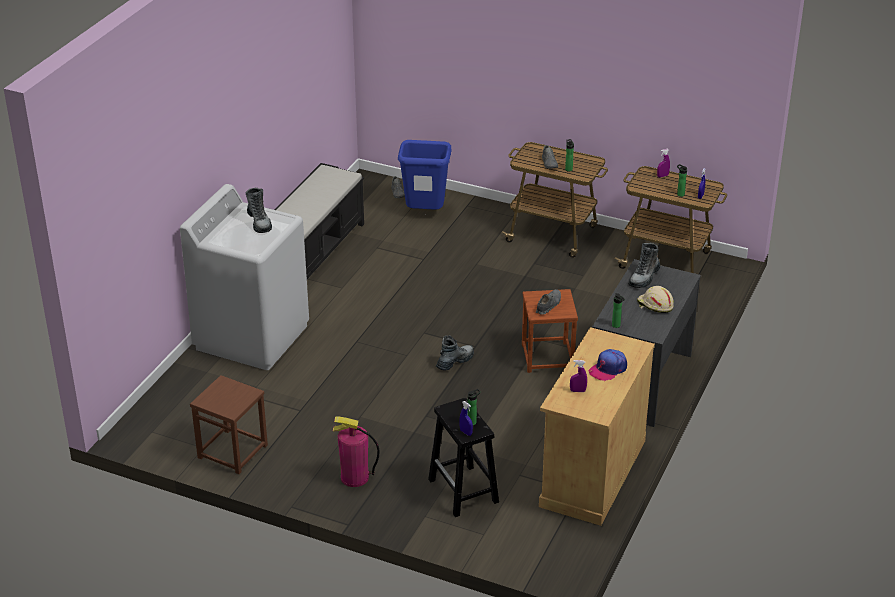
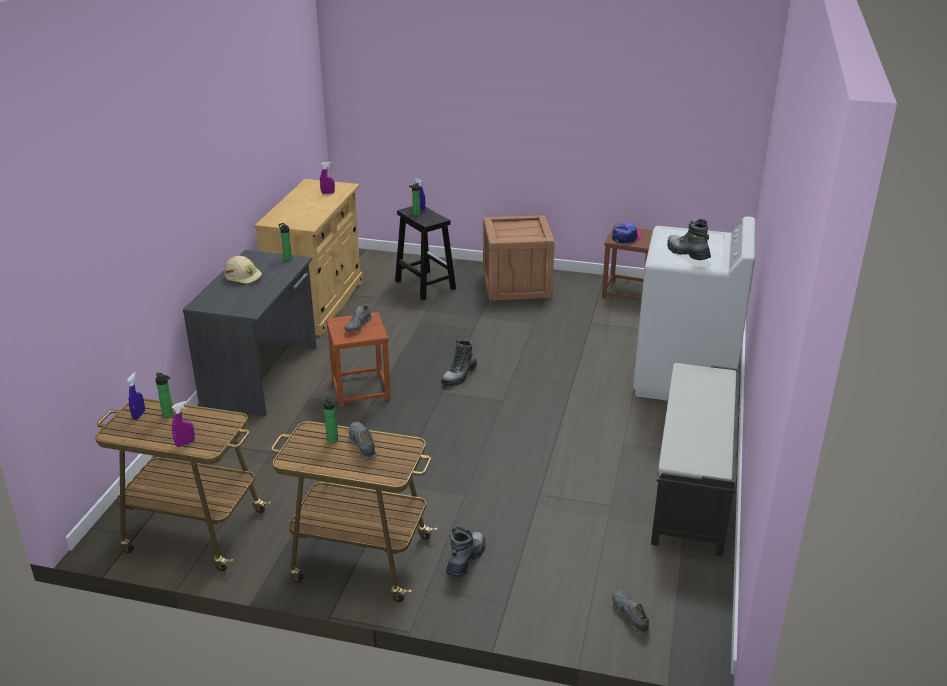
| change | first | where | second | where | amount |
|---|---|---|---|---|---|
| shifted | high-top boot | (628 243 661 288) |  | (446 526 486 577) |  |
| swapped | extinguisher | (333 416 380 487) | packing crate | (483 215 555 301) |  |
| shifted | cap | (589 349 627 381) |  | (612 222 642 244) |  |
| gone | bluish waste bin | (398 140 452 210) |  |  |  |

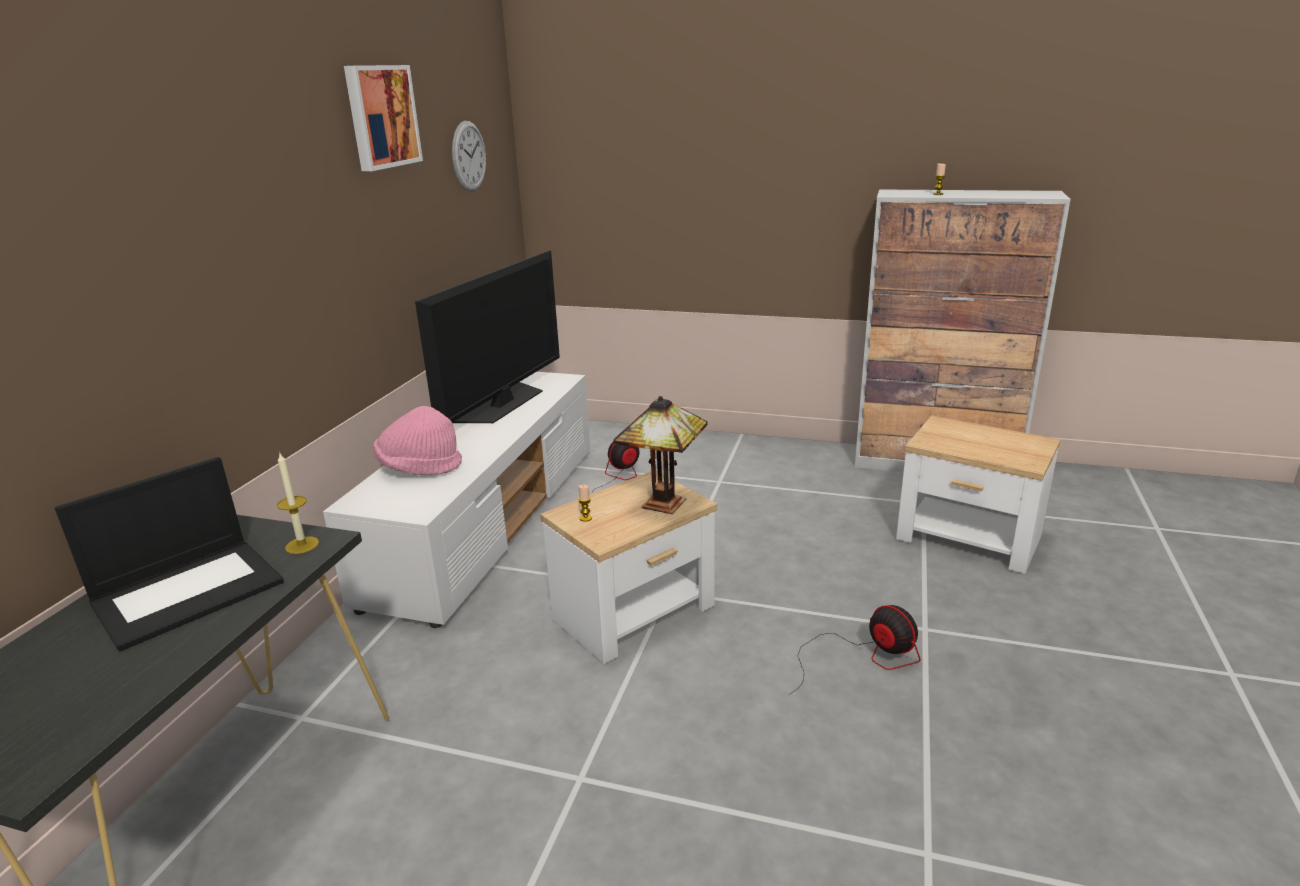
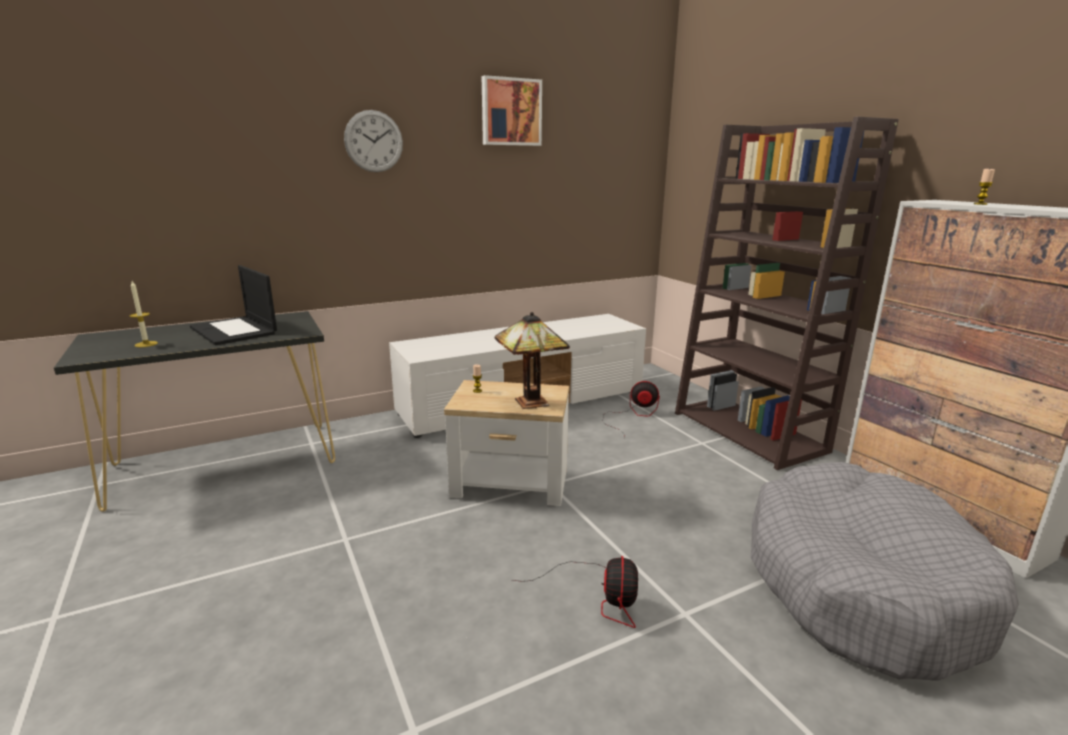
| change | first | where | second | where | amount |
|---|---|---|---|---|---|
| shifted | wax light | (277 453 319 554) |  | (129 281 158 347) |  |
| rotated | notebook computer | (55 457 284 652) |  | (190 265 277 345) | 45 degrees clockwise |
| shifted | clock on the wall | (452 121 486 191) |  | (344 110 403 172) |  |
| new |  |  | brownish shelving unit | (675 117 899 470) |  |
| swapped | end table | (896 416 1060 574) | gray dog bed | (750 462 1019 681) |  |
| gone | pink-coloured wearable hat | (373 406 462 475) |  |  |  |
| gone | TV | (415 250 560 423) |  |  |  |

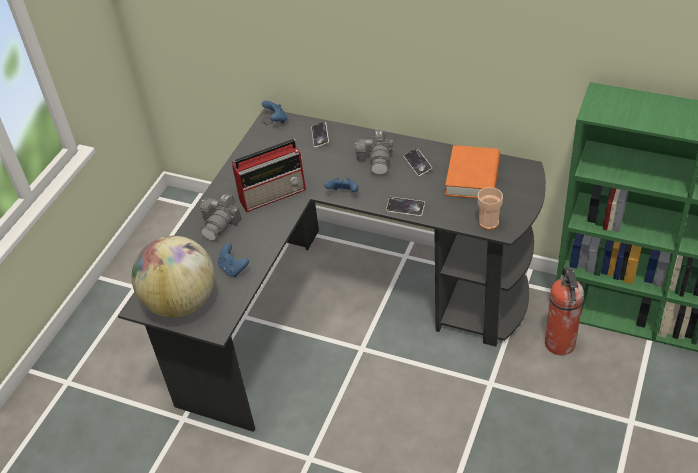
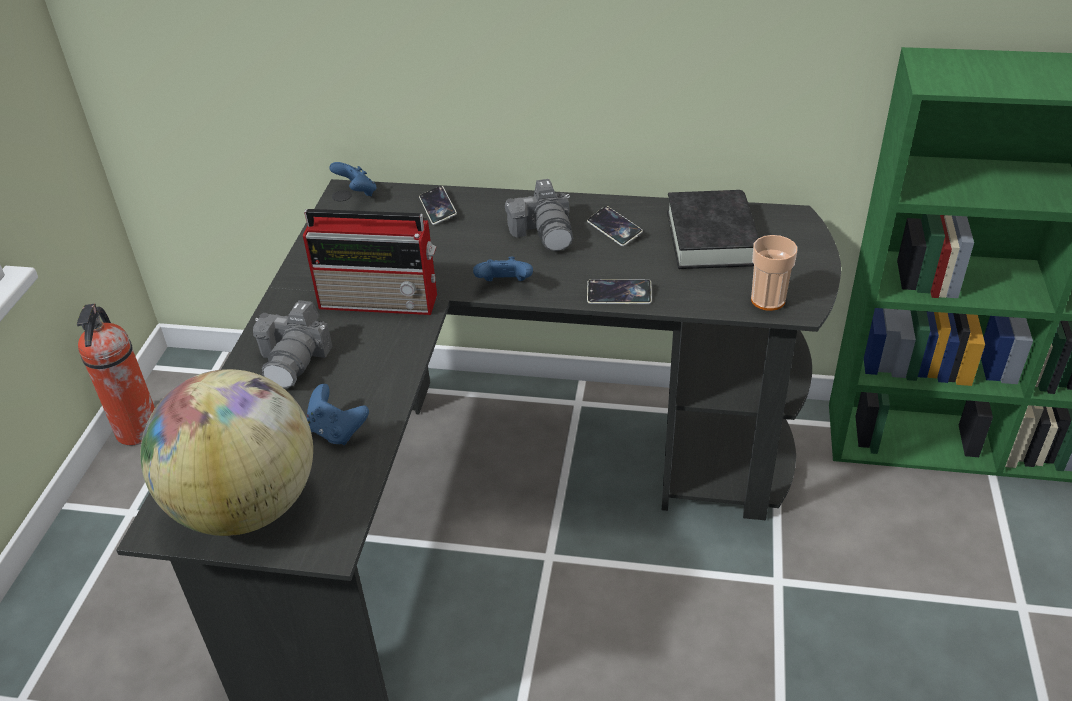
| change | first | where | second | where | amount |
|---|---|---|---|---|---|
| shifted | extinguisher | (545 267 584 355) |  | (77 304 155 445) |  |
| rotated | radio receiver | (232 139 306 212) |  | (303 209 437 315) | 45 degrees clockwise |
| repainted | orange volume | (445 145 500 199) | black-coloured volume | (667 190 759 269) |  |

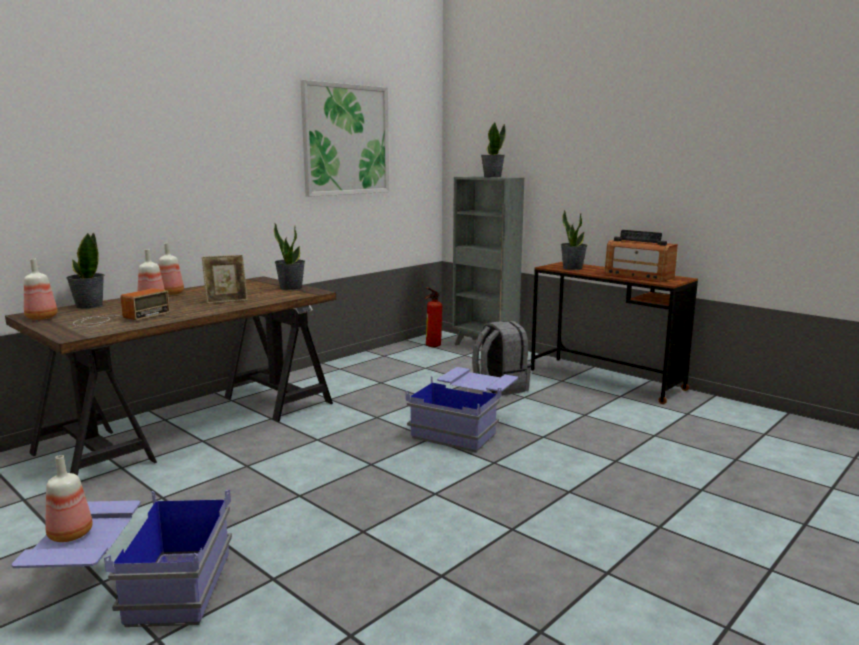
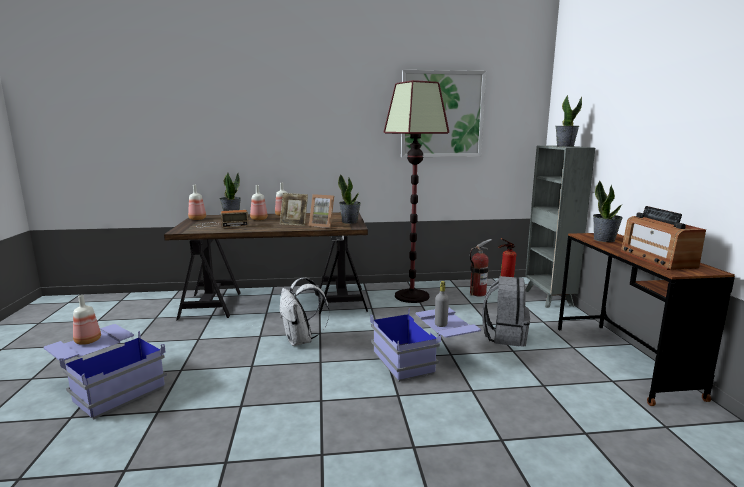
| change | first | where | second | where | amount |
|---|---|---|---|---|---|
| new |  |  | white rucksack | (280 277 330 346) |  |
| new |  |  | photo frame | (309 194 334 228) |  |
| new |  |  | floor lamp | (384 80 449 303) |  |
| new |  |  | gray drink bottle | (435 281 449 327) |  |
| new |  |  | extinguisher | (469 239 492 297) |  |

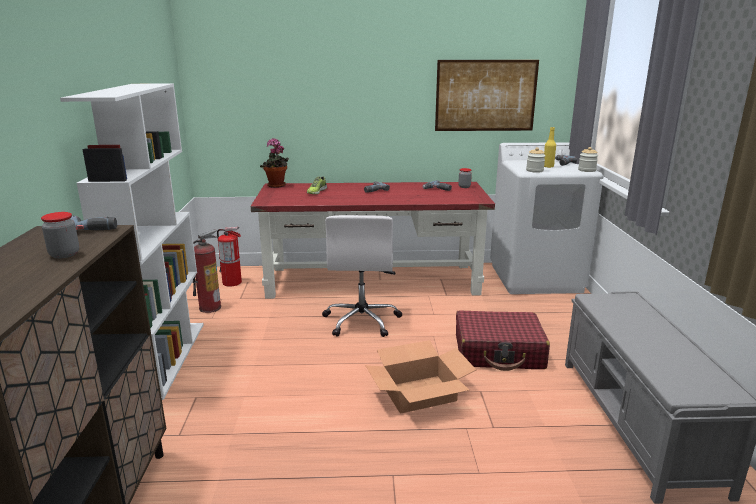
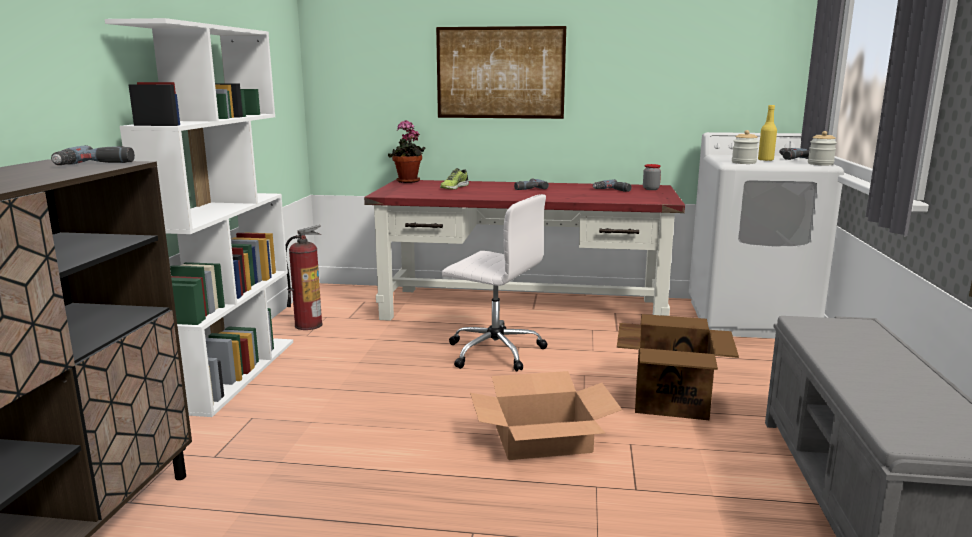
| change | first | where | second | where | amount |
|---|---|---|---|---|---|
| shifted | wall picture | (435 60 539 131) |  | (436 26 566 119) |  |
| rotated | white computer chair | (322 215 402 337) |  | (442 194 547 371) | 75 degrees counterclockwise |
| swapped | red travel case | (456 310 550 371) | carton | (617 314 739 421) |  |
| gone | jar | (41 212 79 258) |  |  |  |
| gone | extinguisher | (217 227 242 286) |  |  |  |

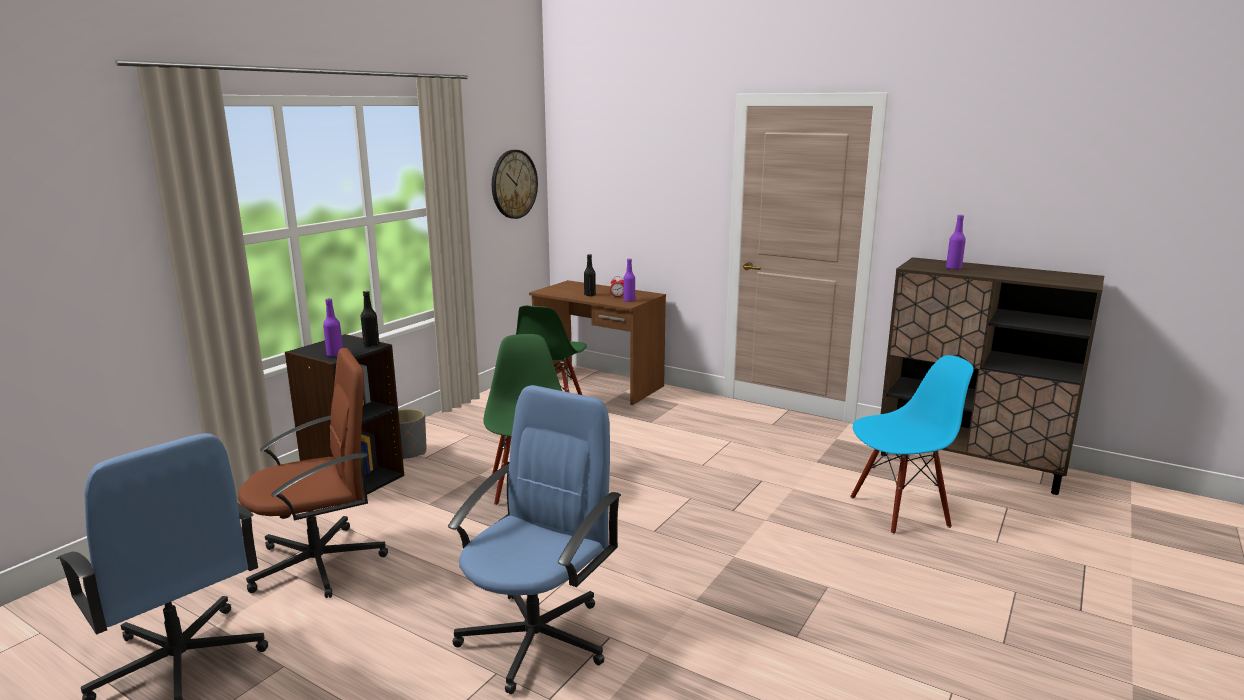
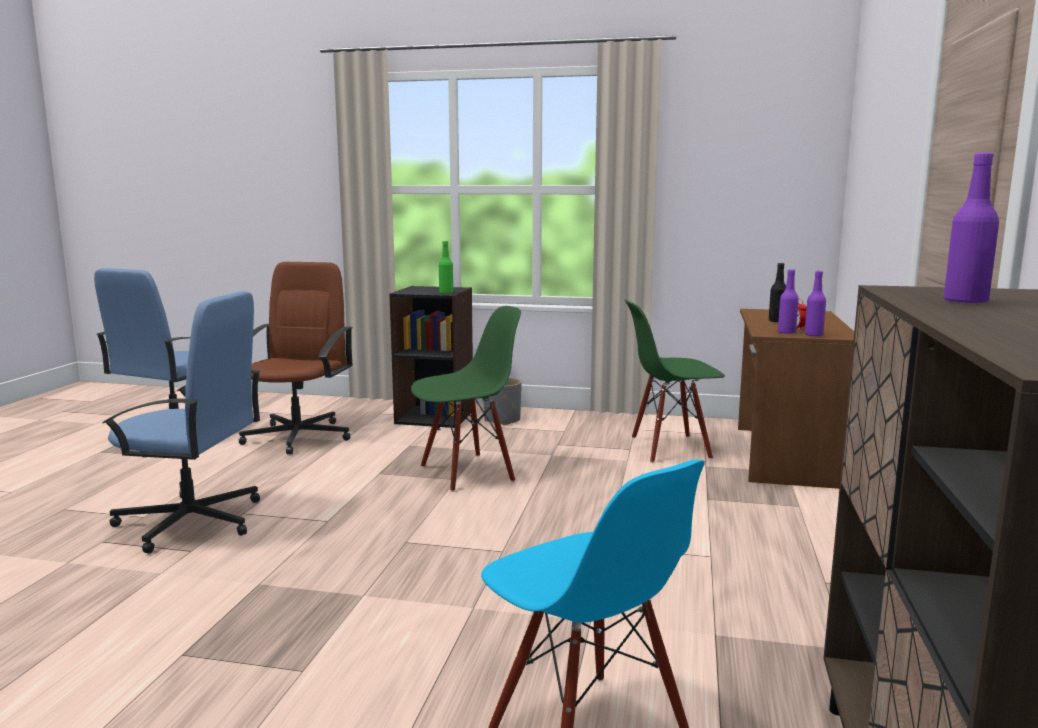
| change | first | where | second | where | amount |
|---|---|---|---|---|---|
| rotated | brownish computer chair | (238 348 388 598) |  | (238 262 353 455) | 120 degrees counterclockwise |
| repainted | black-coloured drink bottle | (361 291 379 347) | greenish drink bottle | (439 241 453 293) |  |
| shifted | purplish drink bottle | (323 298 343 357) |  | (805 271 826 336) |  |
| gone | clock on the wall | (492 150 538 219) |  |  |  |

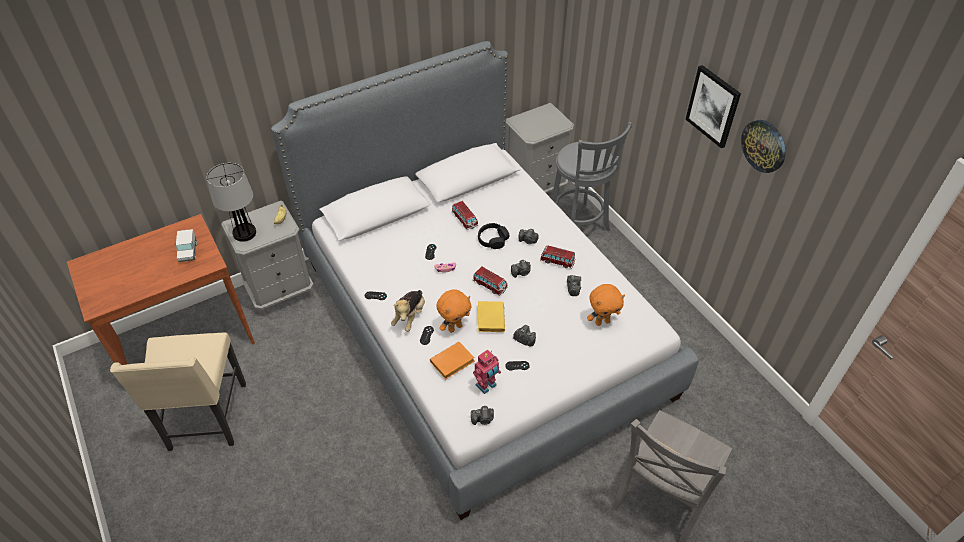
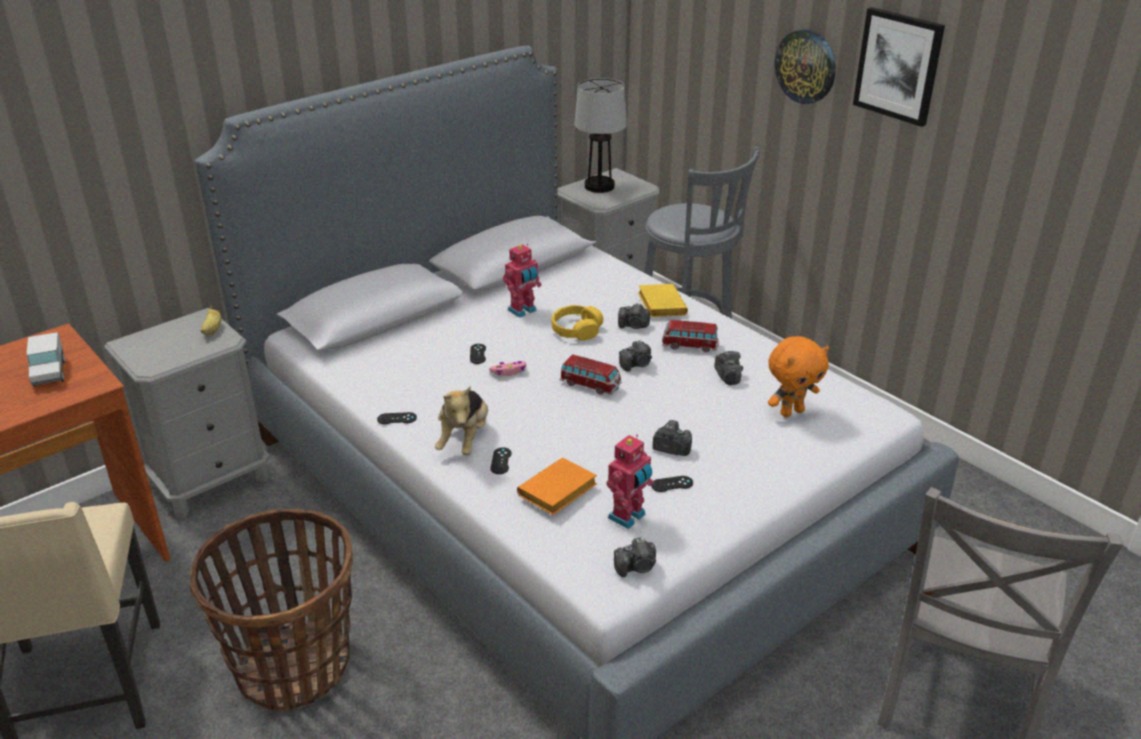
| change | first | where | second | where | amount |
|---|---|---|---|---|---|
| new |  |  | basket | (188 509 353 712) |  |
| swapped | toy car | (452 201 478 230) | model robot | (503 244 542 318) |  |
| repainted | black-coloured headset | (478 223 509 249) | yellowish headset | (552 305 603 341) |  |
| shifted | tabletop lamp | (207 163 256 242) |  | (574 78 627 193) |  |
| shifted | yellowish volume | (478 301 505 332) |  | (638 284 688 317) |  |
| shifted | clock on the wall | (741 120 786 173) |  | (775 29 836 104) |  |
| gone | orange soft toy | (436 289 472 333) |  |  |  |

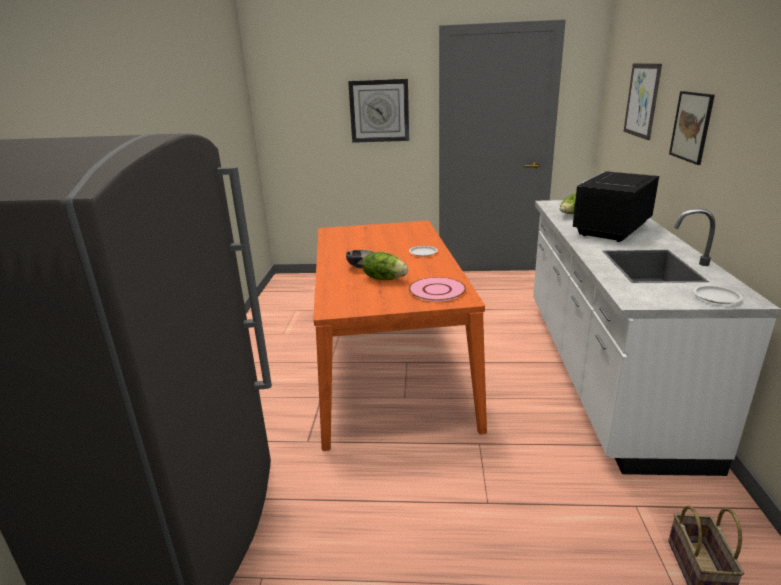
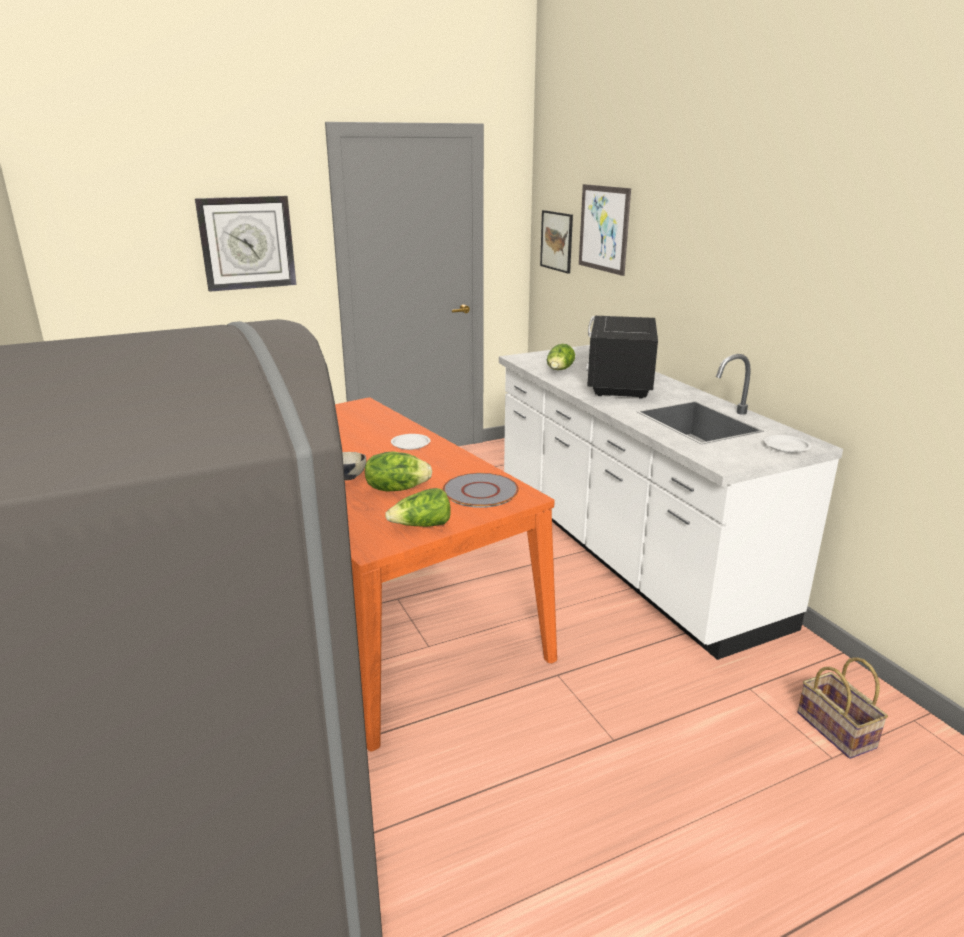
| change | first | where | second | where | amount |
|---|---|---|---|---|---|
| new |  |  | lettuce | (385 488 451 527) |  |
| repainted | pink-coloured flat dish | (409 277 466 302) | gray flat dish | (443 473 519 508) |  |
| shifted | wall picture | (669 91 715 165) |  | (540 210 573 274) |  |

